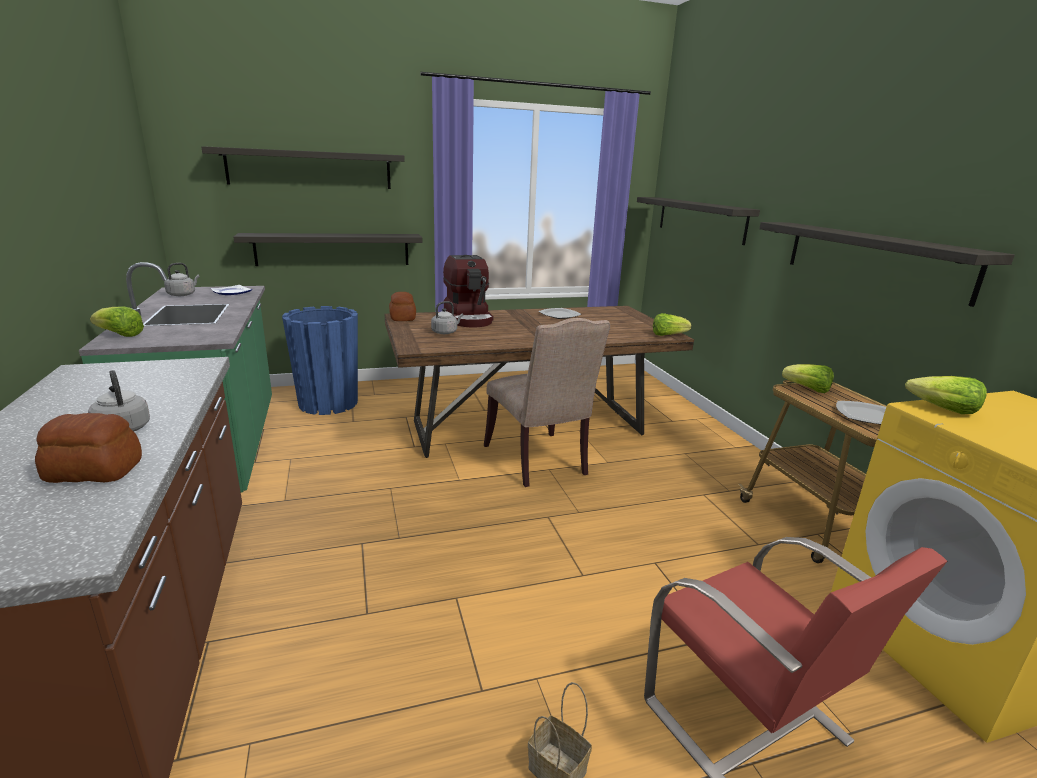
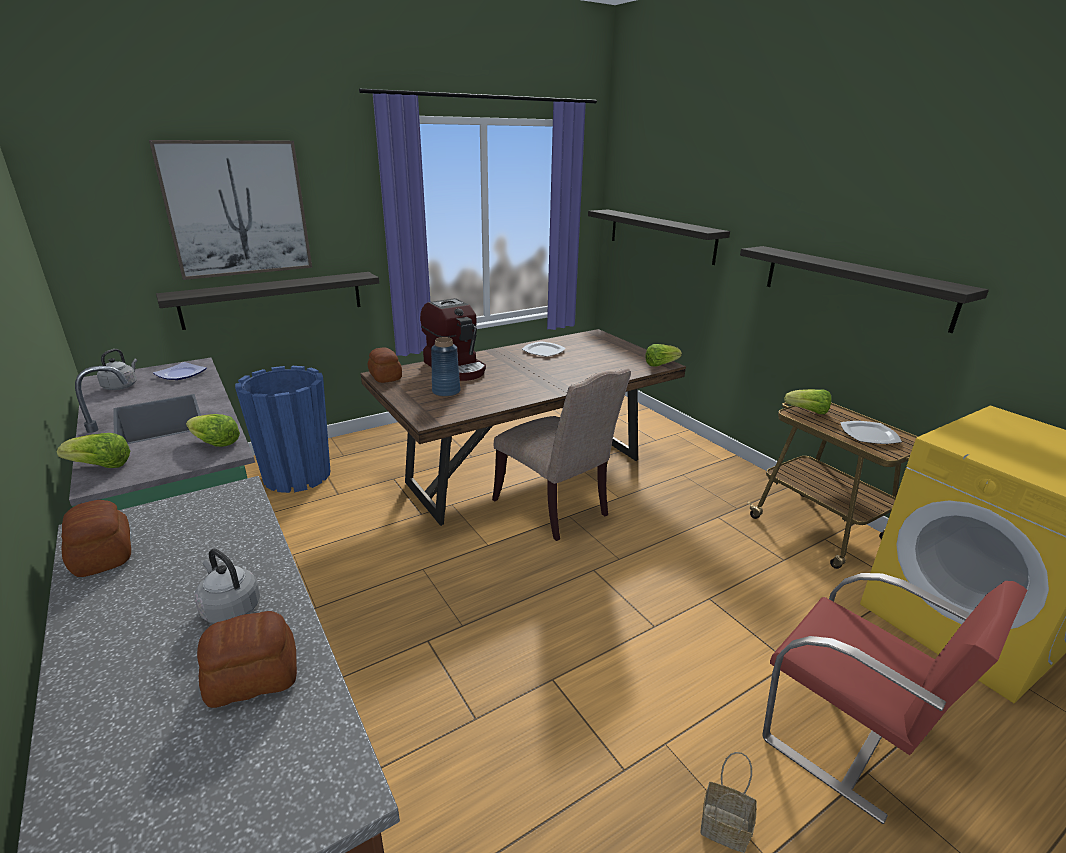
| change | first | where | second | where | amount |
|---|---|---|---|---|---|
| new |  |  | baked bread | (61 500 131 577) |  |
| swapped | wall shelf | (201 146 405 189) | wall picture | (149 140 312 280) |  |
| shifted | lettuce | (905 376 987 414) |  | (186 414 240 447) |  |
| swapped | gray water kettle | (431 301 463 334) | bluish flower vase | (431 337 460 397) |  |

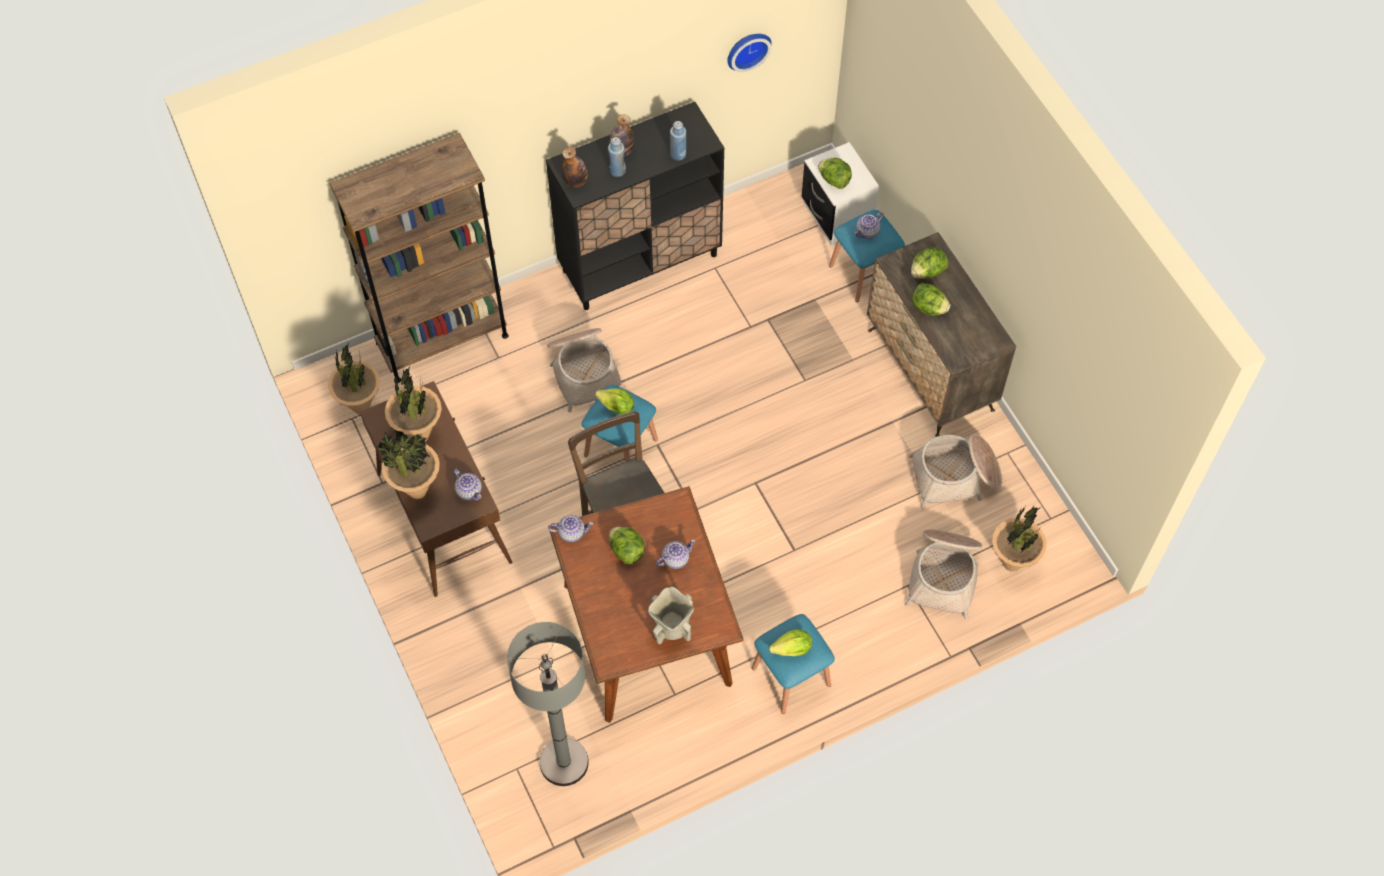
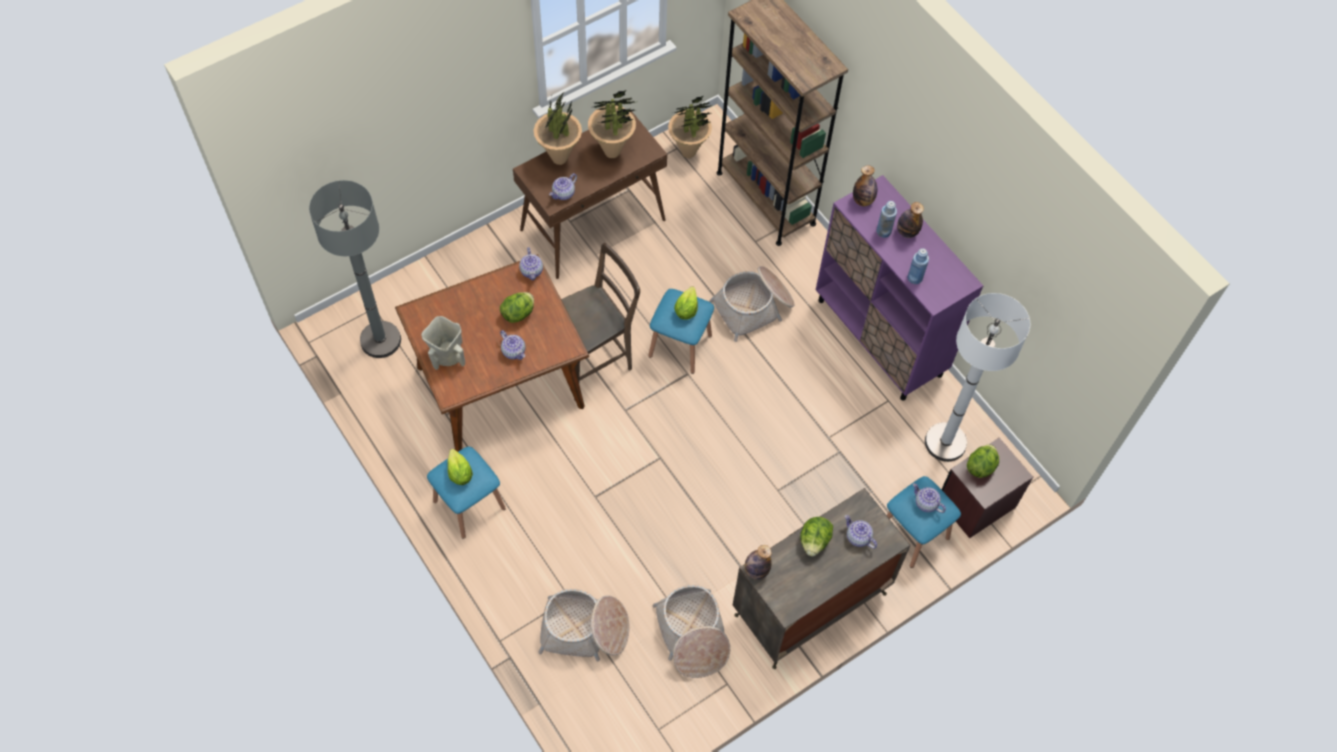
| change | first | where | second | where | amount |
|---|---|---|---|---|---|
| new |  |  | drink bottle | (745 545 772 580) |  |
| repainted | black-coloured cupboard | (546 102 724 310) | purplish cupboard | (816 175 983 400) |  |
| swapped | lettuce | (911 247 948 279) | teapot | (845 515 877 549) |  |
| new |  |  | white floor lamp | (925 293 1030 462) |  |
| repainted | white bedside table | (801 142 879 246) | brownish bedside table | (941 438 1033 538) |  |
| gone | clock on the wall | (727 34 772 72) |  |  |  |
| gone | potted plant | (992 506 1047 572) |  |  |  |

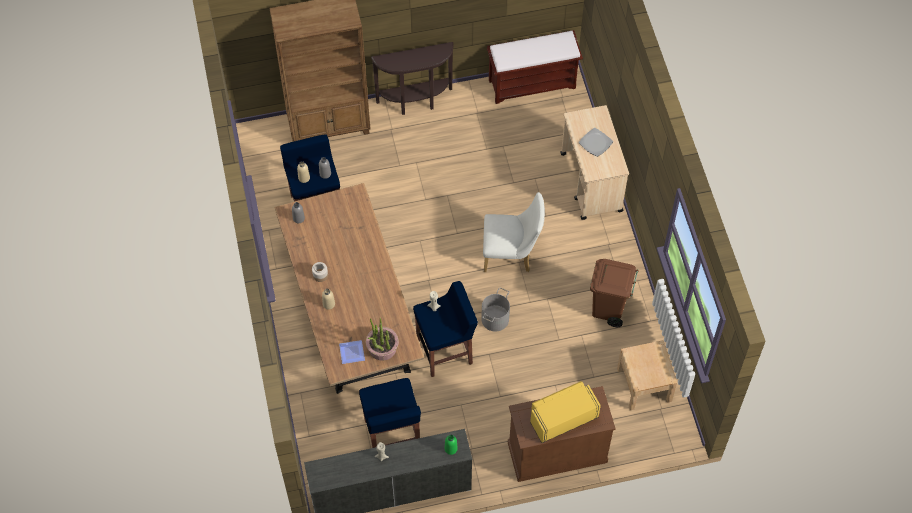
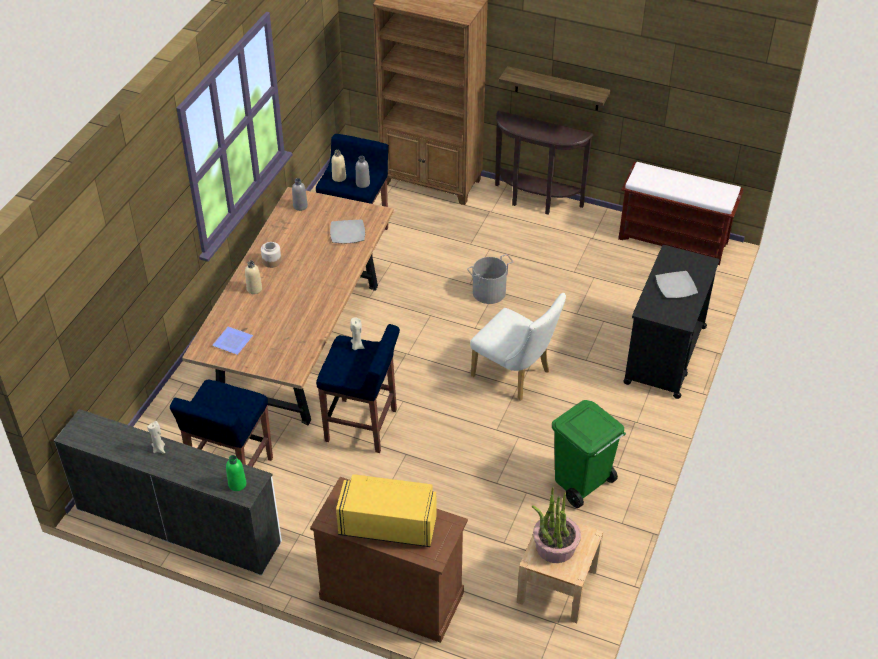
| change | first | where | second | where | amount |
|---|---|---|---|---|---|
| new |  |  | flat dish | (330 220 365 244) |  |
| shifted | gray water bucket | (481 288 510 332) |  | (467 254 514 304) |  |
| new |  |  | wall shelf | (499 66 610 111) |  |
| shifted | potted plant | (366 317 399 361) |  | (532 487 581 563) |  |
| repainted | brownish waste bin | (590 259 639 327) | greenish waste bin | (552 400 626 508) |  |
| repainted | beige-coloured wheeled cart | (560 105 629 220) | black-coloured wheeled cart | (623 245 719 399) |  |

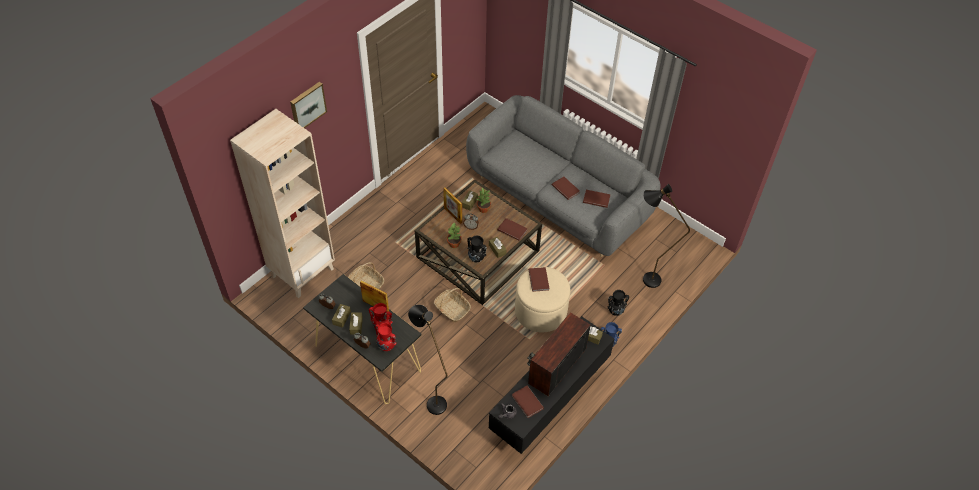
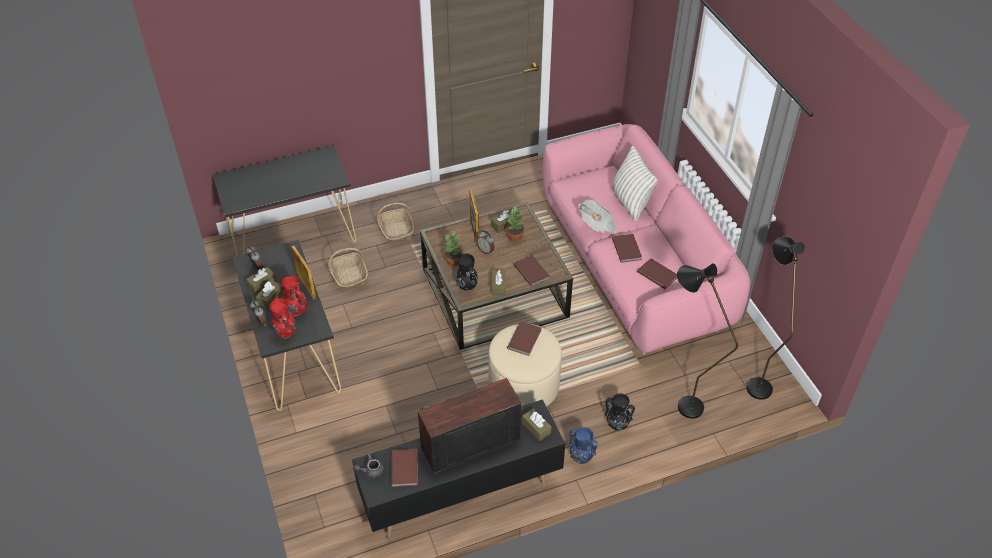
| change | first | where | second | where | amount |
|---|---|---|---|---|---|
| swapped | beige-coloured shelving unit | (230 109 335 298) | black-coloured narrow table | (212 146 356 256) |  |
| shifted | basket | (434 288 471 323) |  | (377 203 414 244) |  |
| repainted | gray couch | (466 95 660 257) | pink-coloured couch | (542 124 750 354) |  |
| new |  |  | newspaper | (578 200 618 234) |  |
| new |  |  | cushion | (612 146 657 222) |  |
| shifted | black-coloured floor lamp | (408 305 448 415) |  | (746 237 805 400) |  |
| gone | wall picture | (290 82 327 128) |  |  |  |

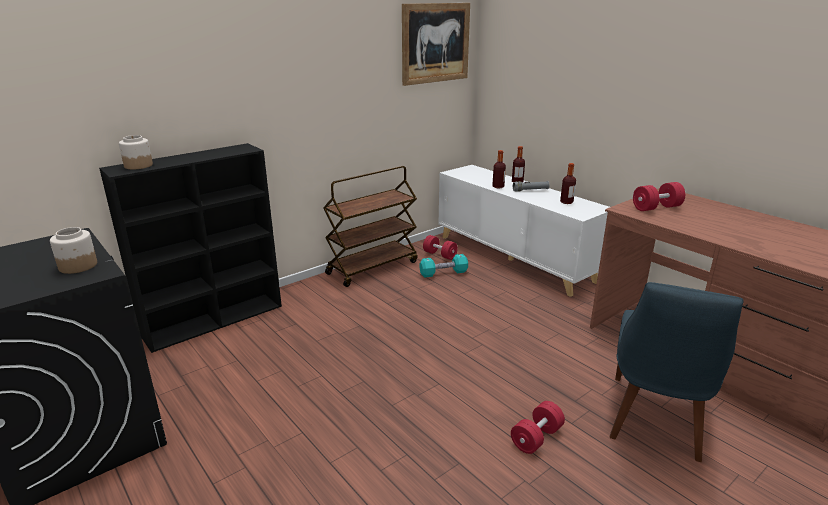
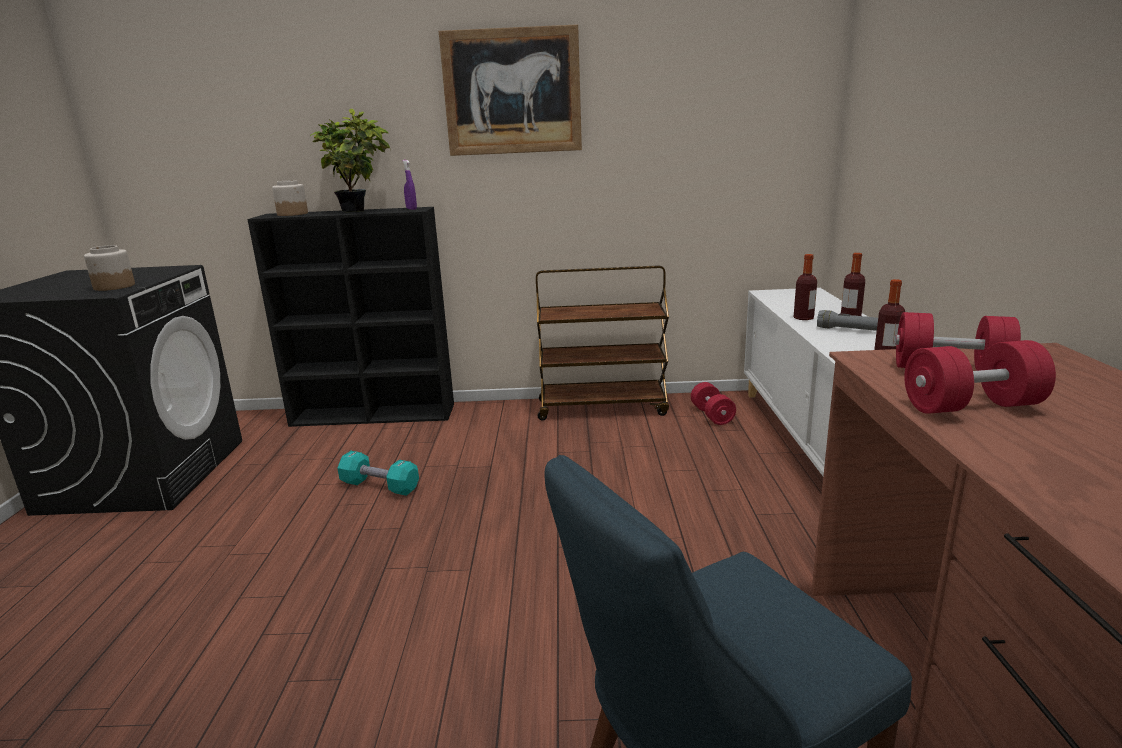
| change | first | where | second | where | amount |
|---|---|---|---|---|---|
| new |  |  | potted plant | (310 109 390 212) |  |
| shifted | blue-green dumbbell | (419 254 468 278) |  | (338 451 419 496) |  |
| new |  |  | purplish sprayer | (403 160 417 210) |  |
| shifted | wall picture | (402 3 470 86) |  | (439 24 582 156) |  |
| shifted | red dumbbell | (511 401 565 454) |  | (904 340 1056 414) |  |

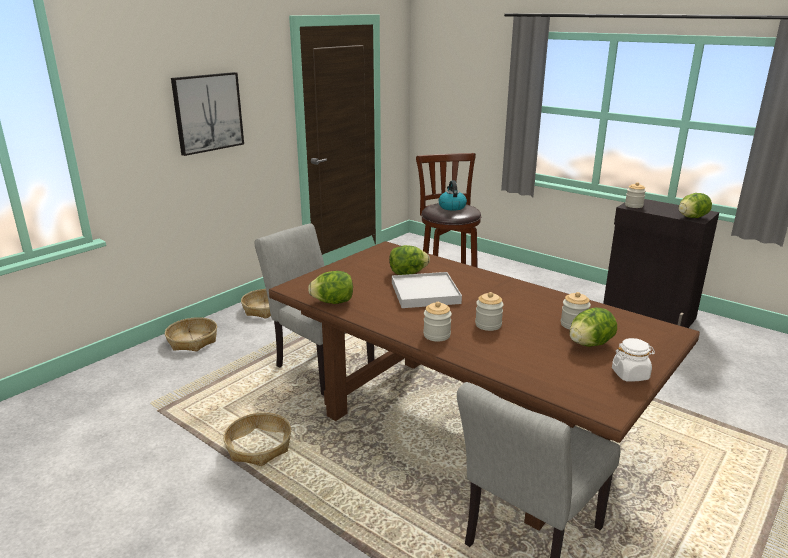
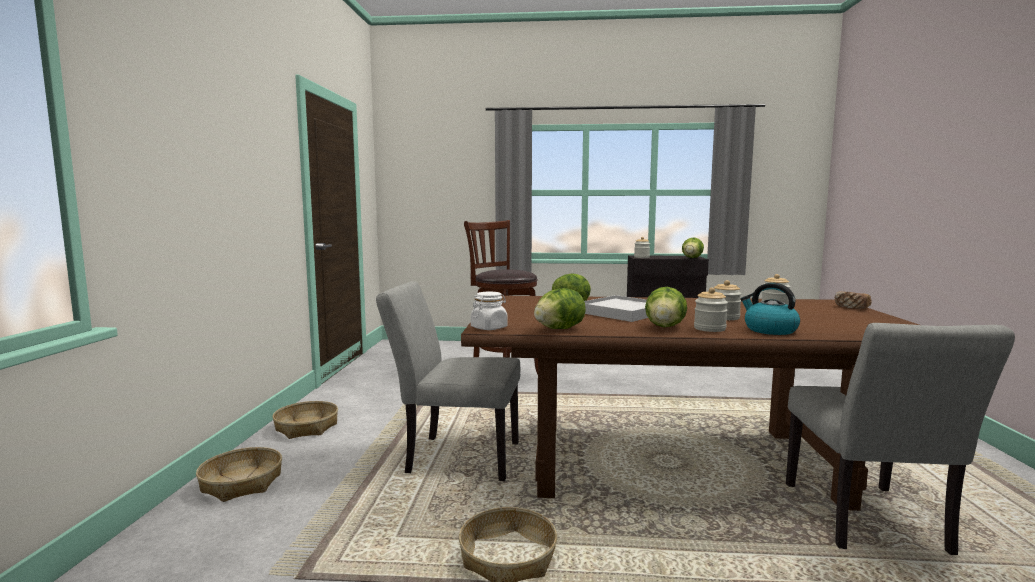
| change | first | where | second | where | amount |
|---|---|---|---|---|---|
| shifted | white jar | (612 338 655 382) |  | (471 292 508 330) |  |
| shifted | lettuce | (569 307 617 347) |  | (645 287 687 327) |  |
| shifted | water kettle | (438 181 467 211) |  | (741 283 800 335) |  |
| new |  |  | baked bread | (835 291 872 309) |  |
| gone | wall picture | (171 72 244 156) |  |  |  |

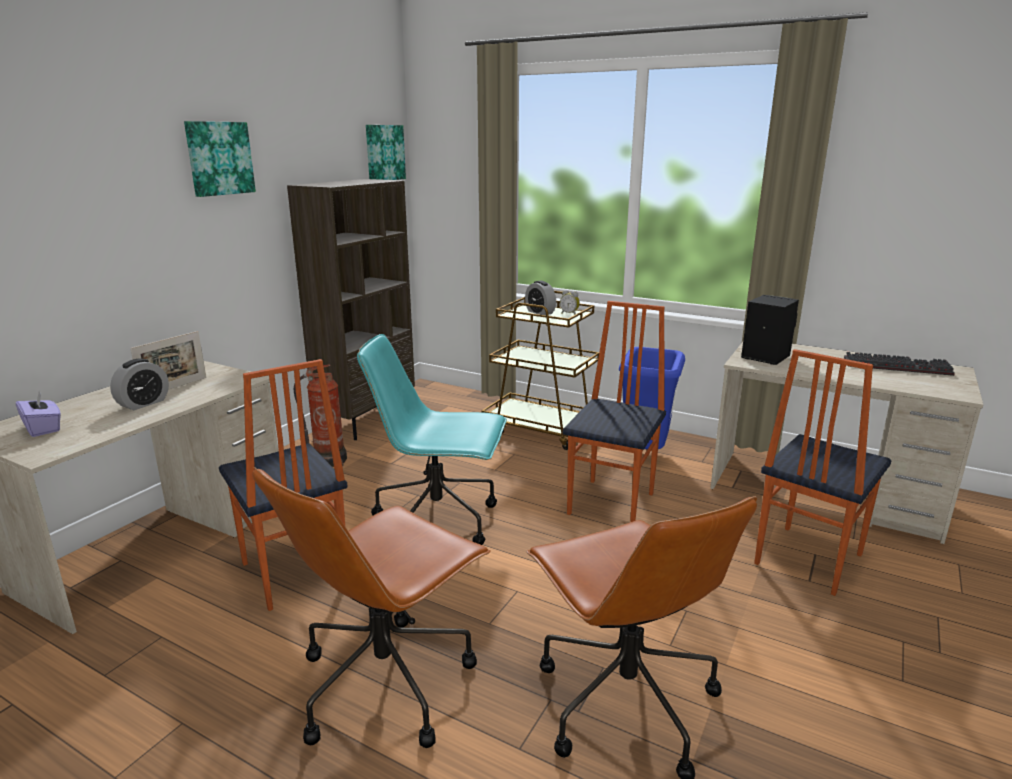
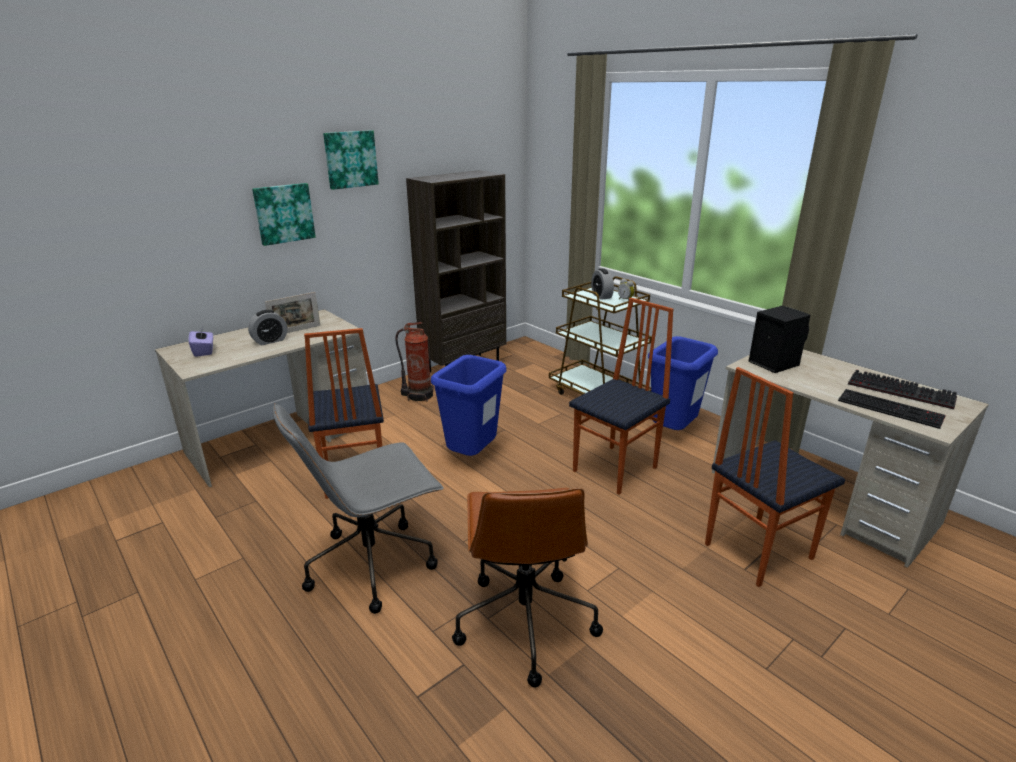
| change | first | where | second | where | amount |
|---|---|---|---|---|---|
| shifted | wall picture | (366 125 406 180) |  | (252 183 316 246) |  |
| repainted | brownish computer chair | (252 467 491 748) | gray computer chair | (273 403 443 614) |  |
| swapped | blue-green computer chair | (357 334 507 545) | bluish waste bin | (431 355 507 456) |  |
| new |  |  | keyboard | (838 389 946 429) |  |

